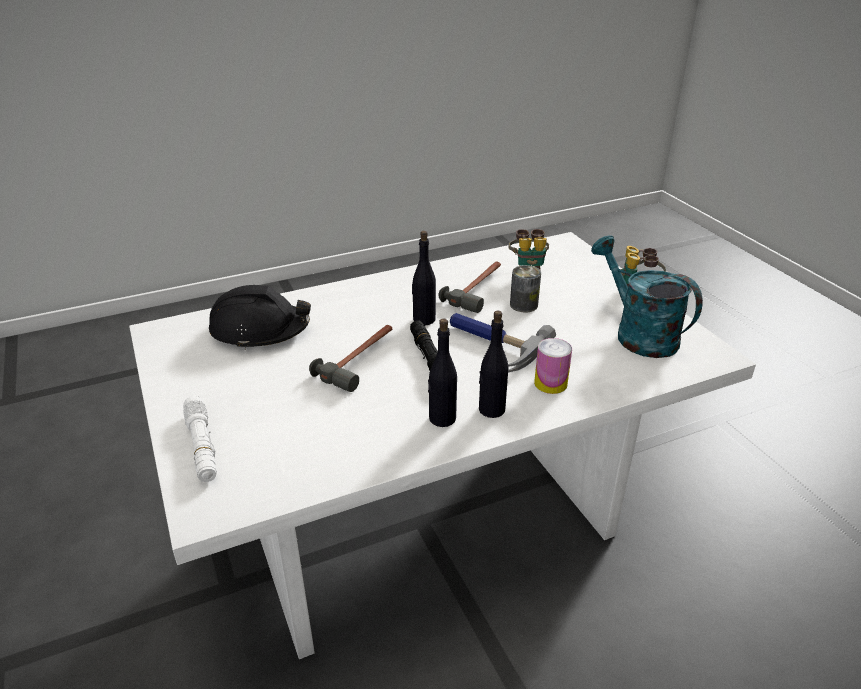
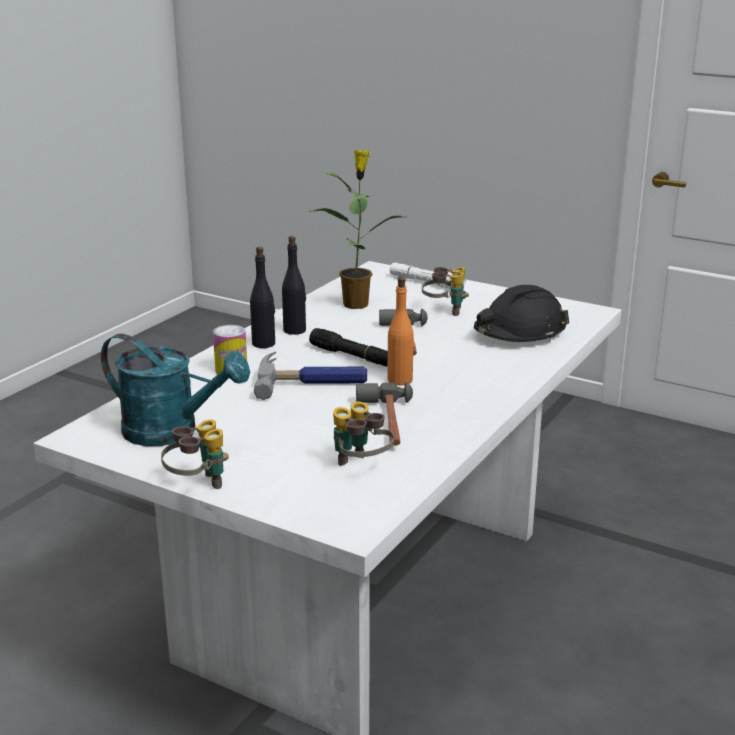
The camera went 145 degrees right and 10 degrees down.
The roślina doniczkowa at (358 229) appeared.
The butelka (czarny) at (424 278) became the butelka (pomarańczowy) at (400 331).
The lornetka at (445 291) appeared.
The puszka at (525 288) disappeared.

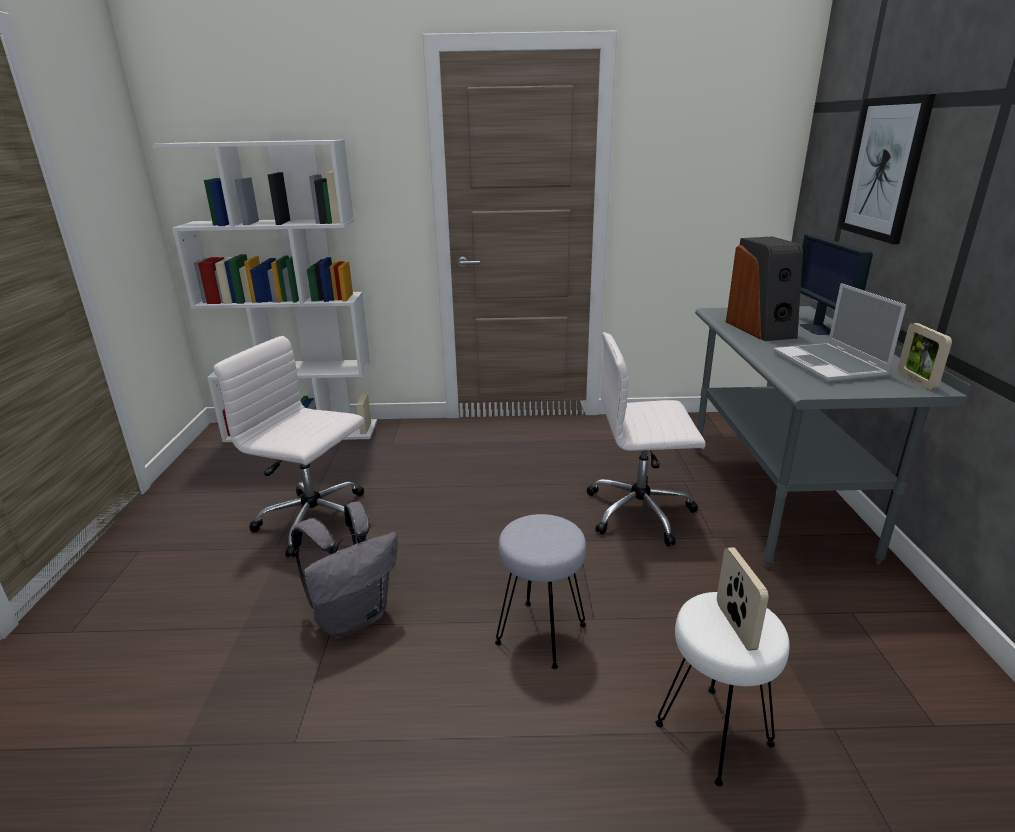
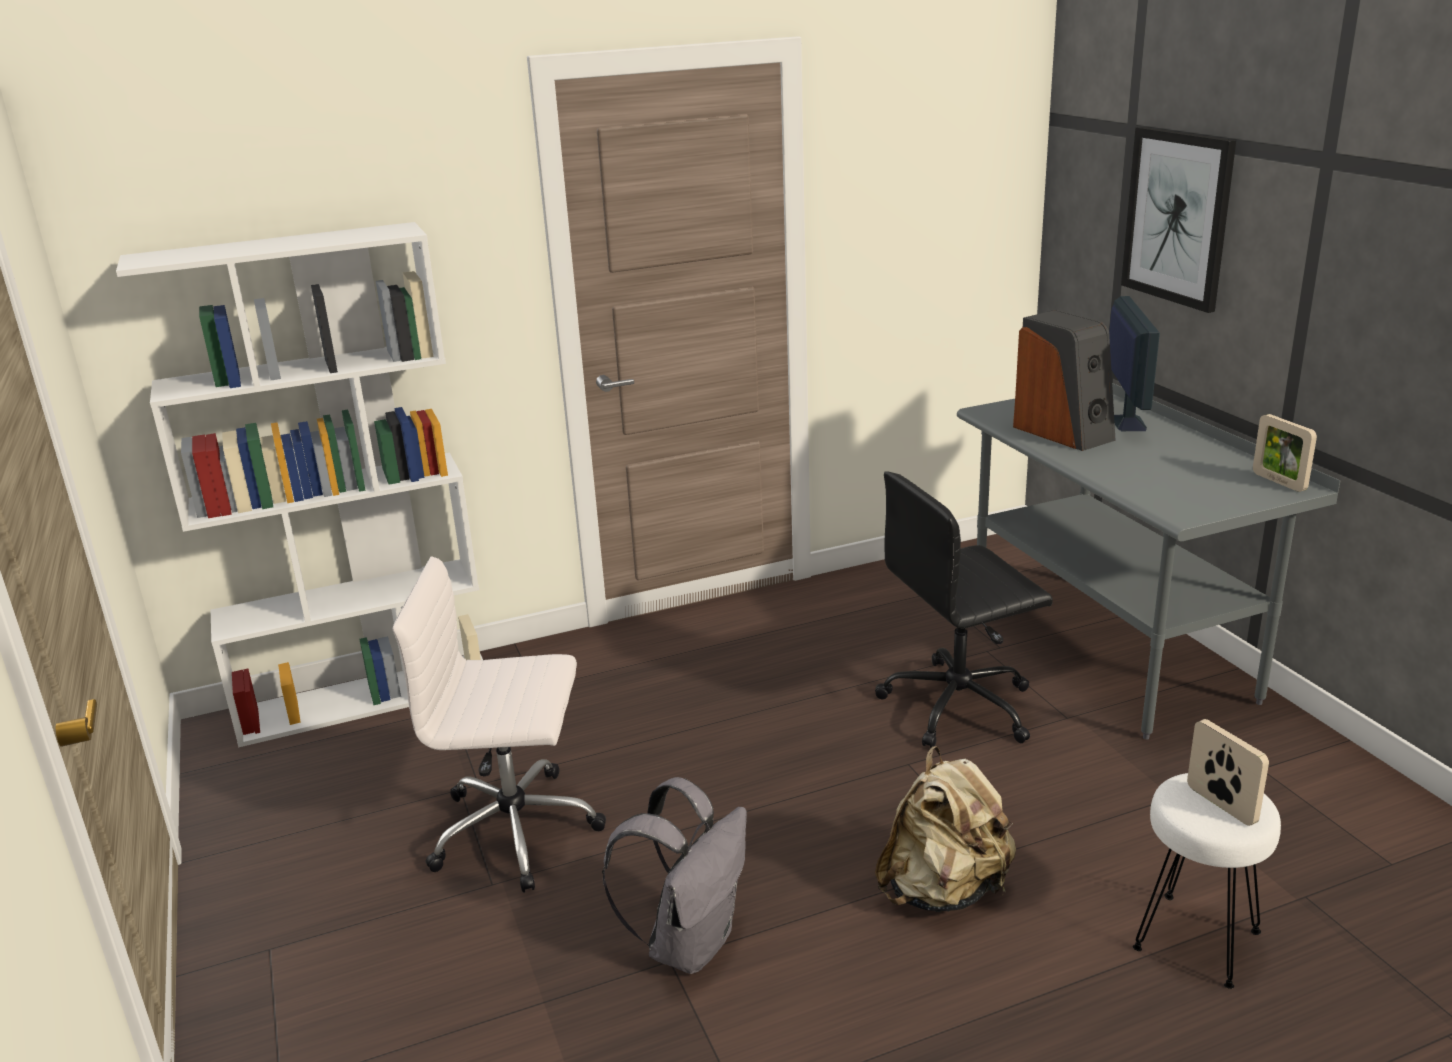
The camera went 20 degrees left and 0 degrees up.
The krzesło biurowe (biały) at (646 439) became the krzesło biurowe (czarny) at (964 609).
The stołek (szary) at (540 591) was replaced by the plecak (beżowy) at (945 829).
The monitor at (836 284) turned 150 degrees counterclockwise.
The laptop at (839 332) disappeared.

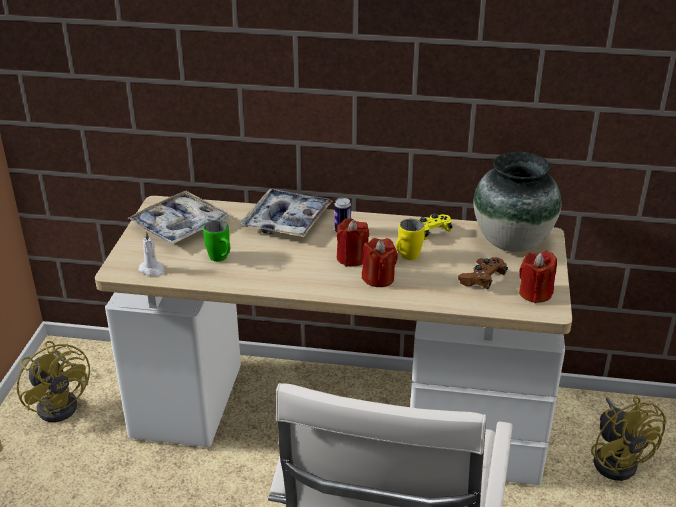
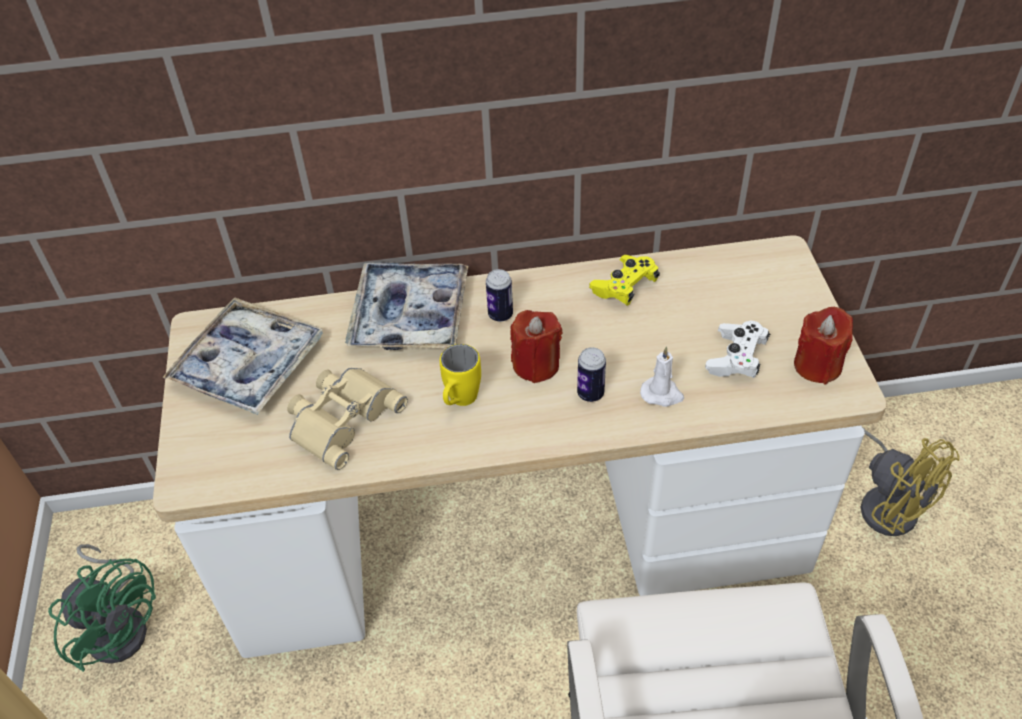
The camera went 15 degrees left and 15 degrees up.
The wentylator (żółty) at (53 381) became the wentylator (zielony) at (102 608).
The kubek (zielony) at (216 241) was replaced by the lornetka (beżowy) at (347 419).
The kubek (żółty) moved from (410 239) to (460 375).
The świeca (czerwony) at (380 262) was replaced by the puszka at (591 374).
The świeca (biały) moved from (151 253) to (662 376).
The pad do gier (brązowy) at (483 273) became the pad do gier (biały) at (737 349).
The wazon at (517 202) disappeared.

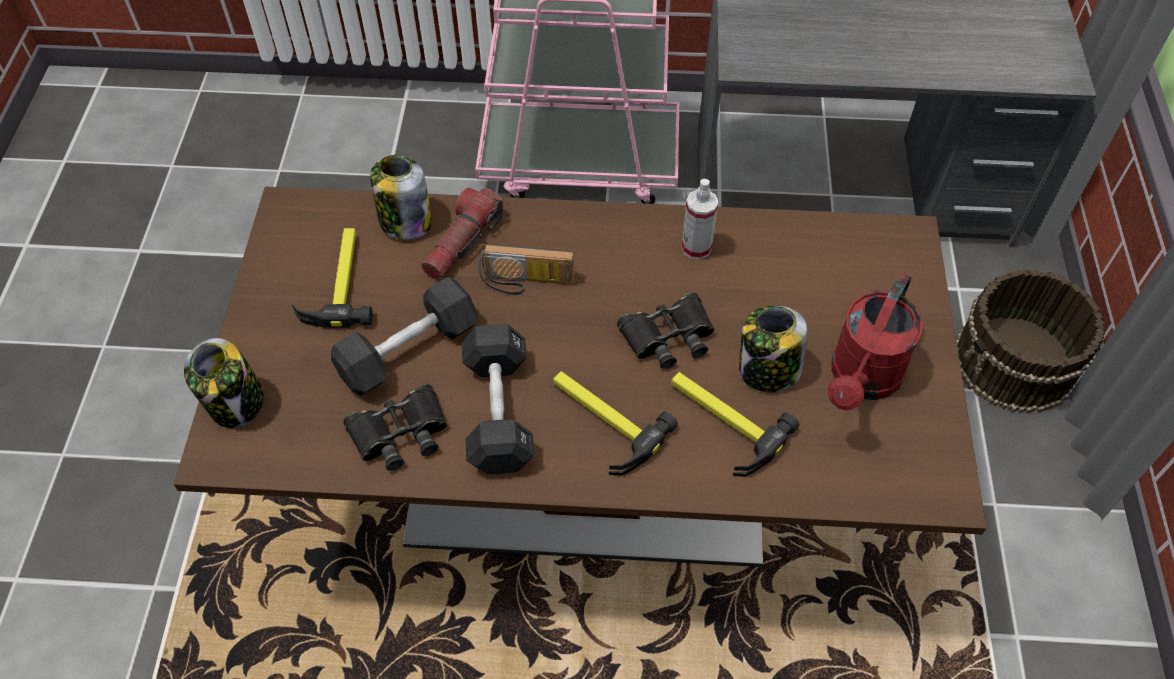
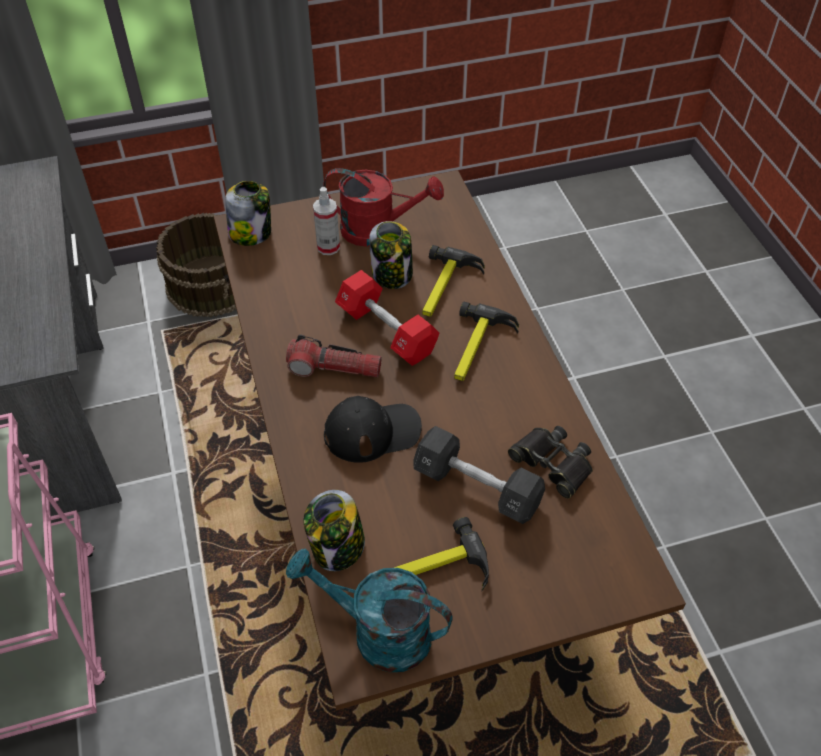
The camera went 110 degrees left and 5 degrees down.
The słoik moved from (224 383) to (248 213).
The latarka moved from (462 234) to (334 356).
The konewka (turkusowy) at (369 610) appeared.
The spryskiwacz moved from (700 219) to (326 221).
The radio at (526 269) was replaced by the czapka z daszkiem (czarny) at (373 429).
The lornetka (czarny) at (665 330) was replaced by the hantel (czerwony) at (387 318).
The hantel (czarny) at (498 399) disappeared.

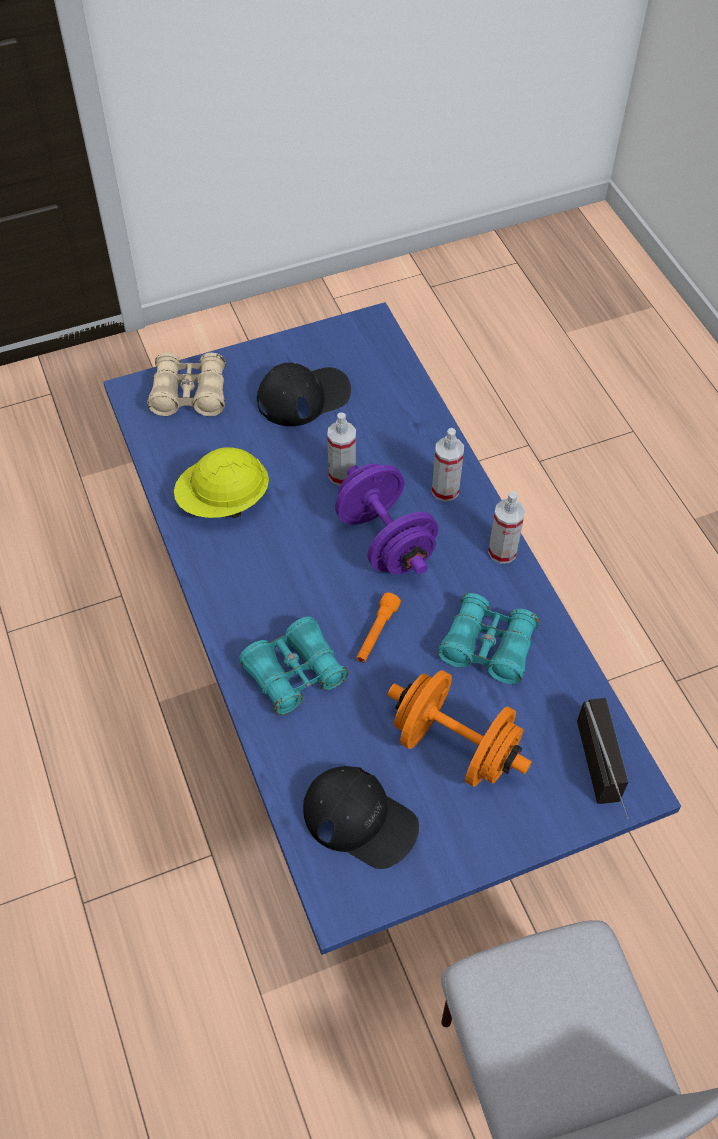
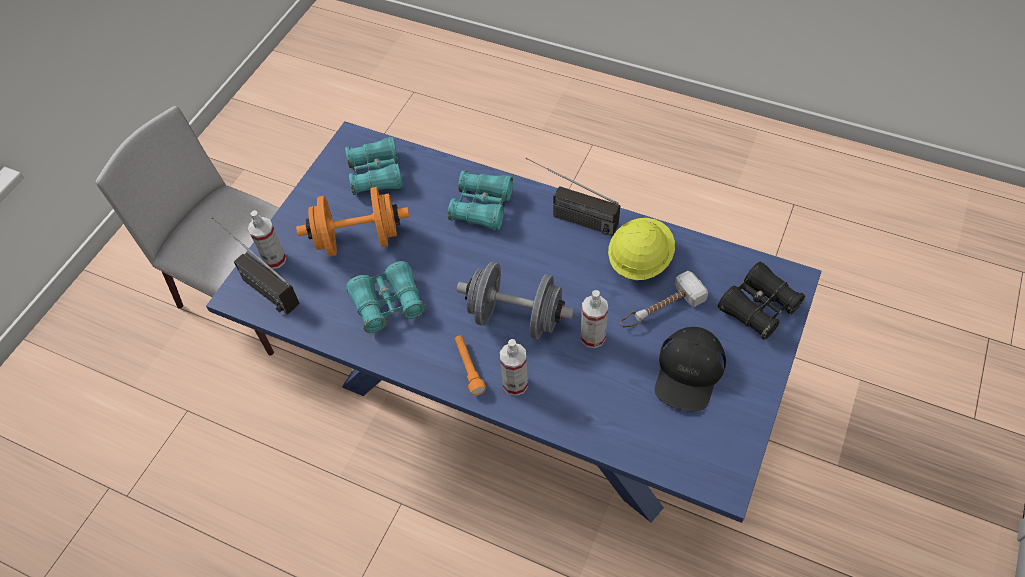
The camera went 140 degrees right and 0 degrees up.
The spryskiwacz moved from (506 527) to (267 239).
The czapka z daszkiem (czarny) at (361 817) was replaced by the lornetka (turkusowy) at (374 166).
The latarka (pomarańczowy) moved from (378 628) to (470 365).
The hantel (fioletowy) at (386 519) became the hantel (szary) at (515 300).
The radio at (573 197) appeared.
The młotek at (664 299) appeared.
The lornetka (beżowy) at (186 384) became the lornetka (czarny) at (762 300).

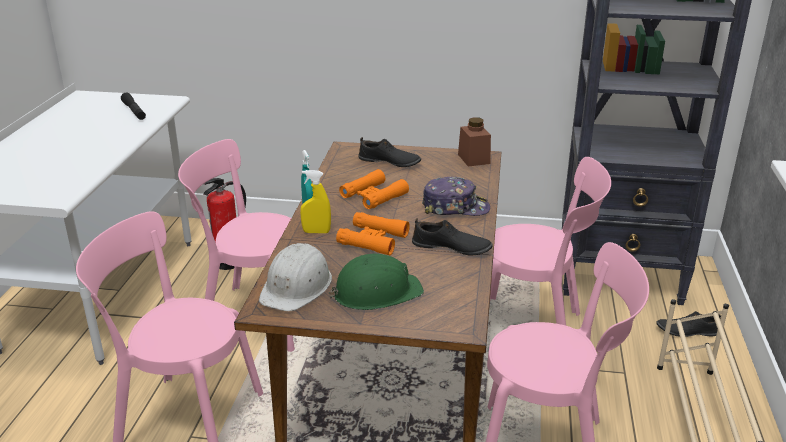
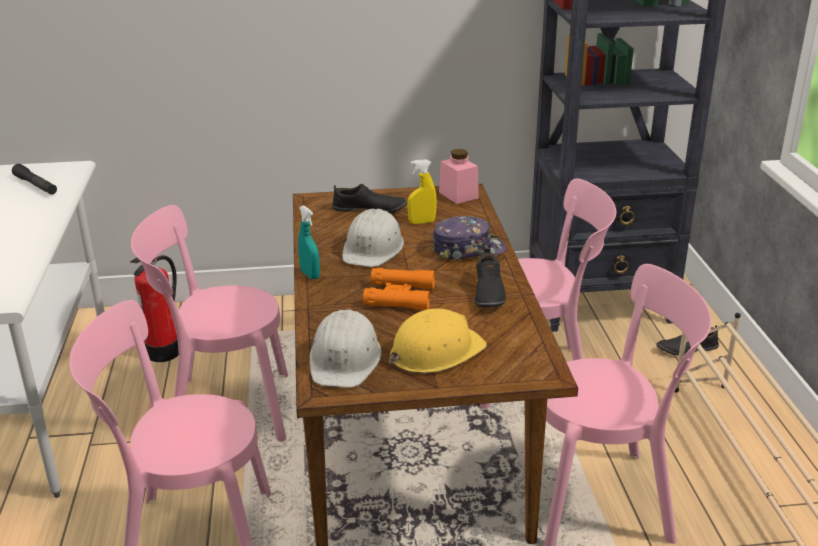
The camera went 15 degrees left and 0 degrees up.
The lornetka (pomarańczowy) at (374 189) was replaced by the kask (biały) at (373 237).
The kask (zielony) at (376 282) became the kask (żółty) at (438 341).
The spryskiwacz (żółty) moved from (315 201) to (422 191).
The słoik (brązowy) at (474 142) became the słoik (różowy) at (459 176).
The but (czarny) at (452 237) turned 90 degrees clockwise.

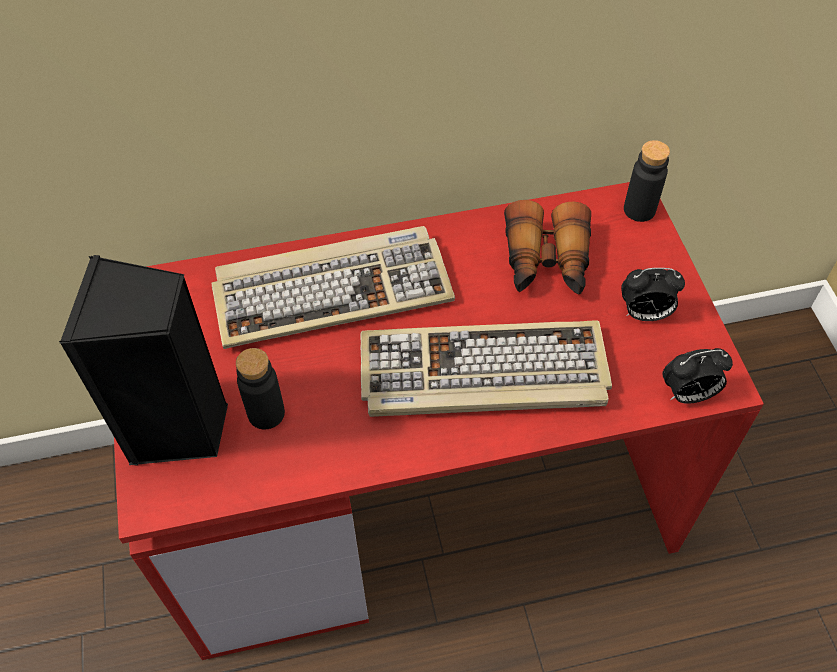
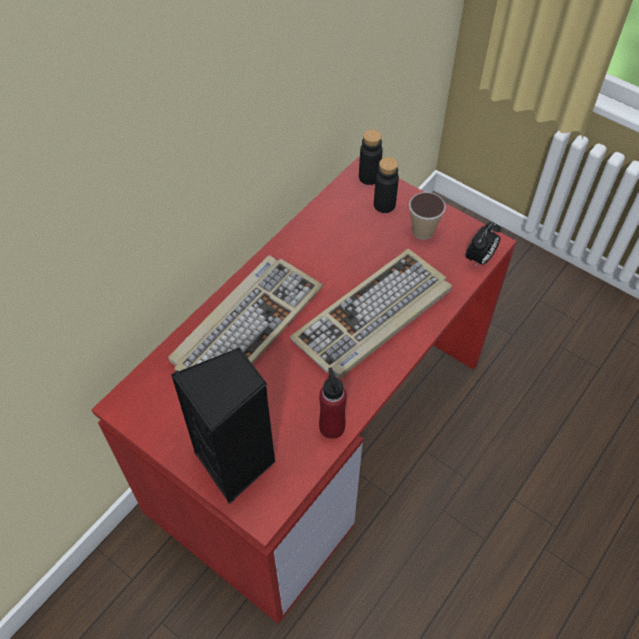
The camera went 40 degrees left and 0 degrees up.
The butelka (czerwony) at (333 403) appeared.
The butelka (czarny) moved from (260 389) to (386 185).
The budzik at (653 294) was replaced by the filiżanka at (427 216).
The lornetka at (547 247) disappeared.

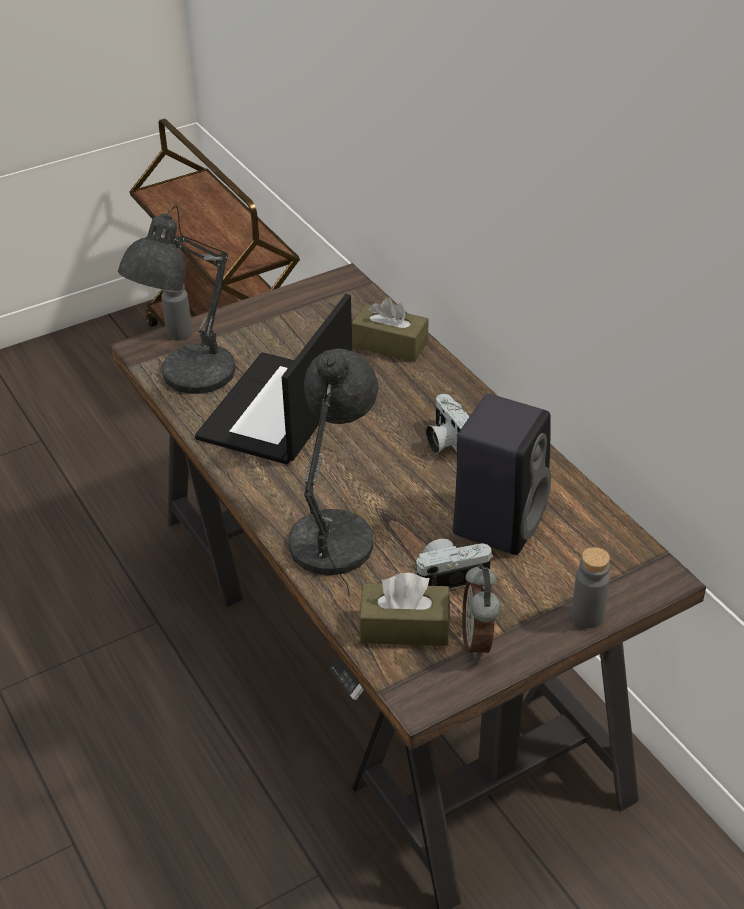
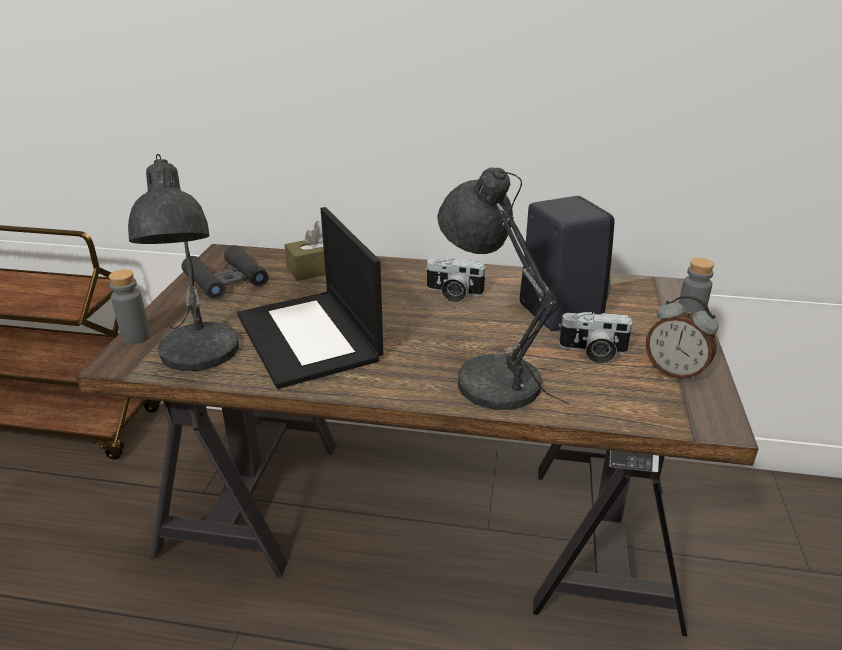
The camera went 50 degrees left and 10 degrees down.
The lornetka (czarny) at (225 272) appeared.
The aparat fotograficzny at (453 564) turned 105 degrees counterclockwise.
The pudełko chusteczek (brązowy) at (405 609) disappeared.

